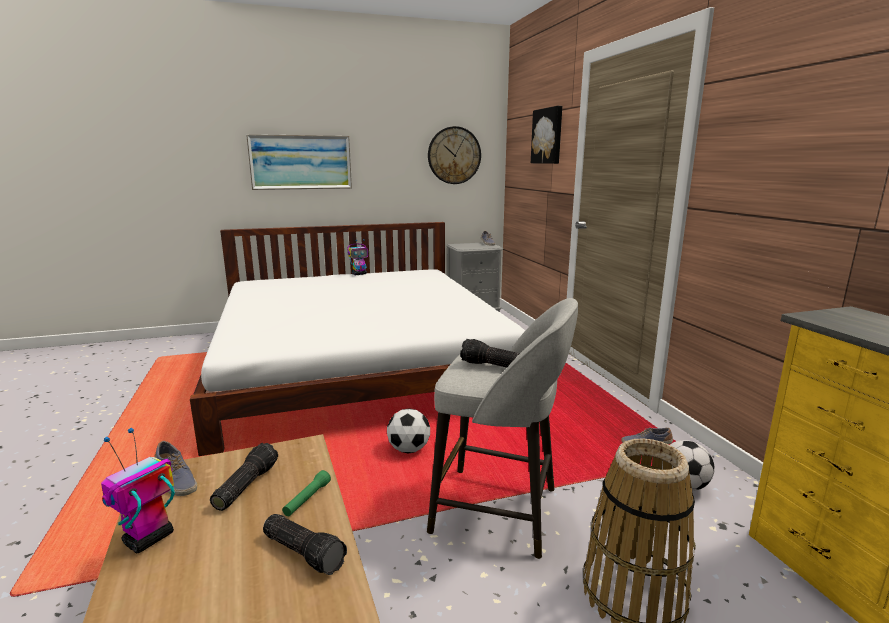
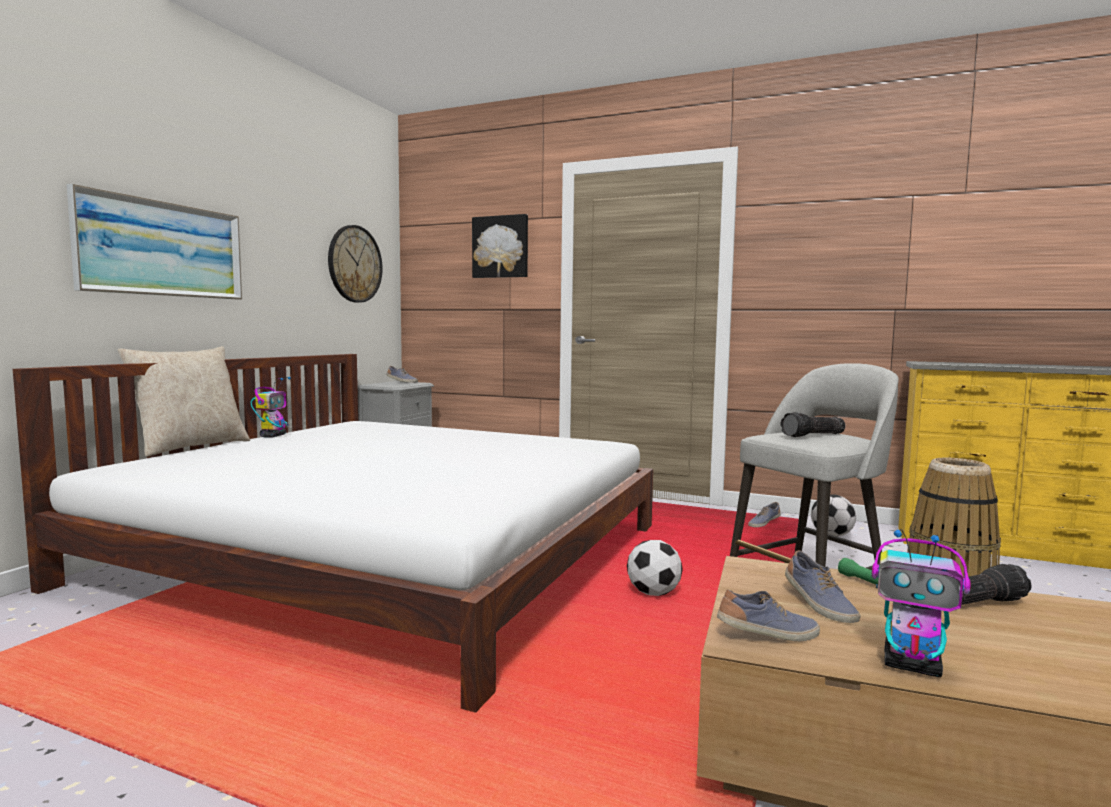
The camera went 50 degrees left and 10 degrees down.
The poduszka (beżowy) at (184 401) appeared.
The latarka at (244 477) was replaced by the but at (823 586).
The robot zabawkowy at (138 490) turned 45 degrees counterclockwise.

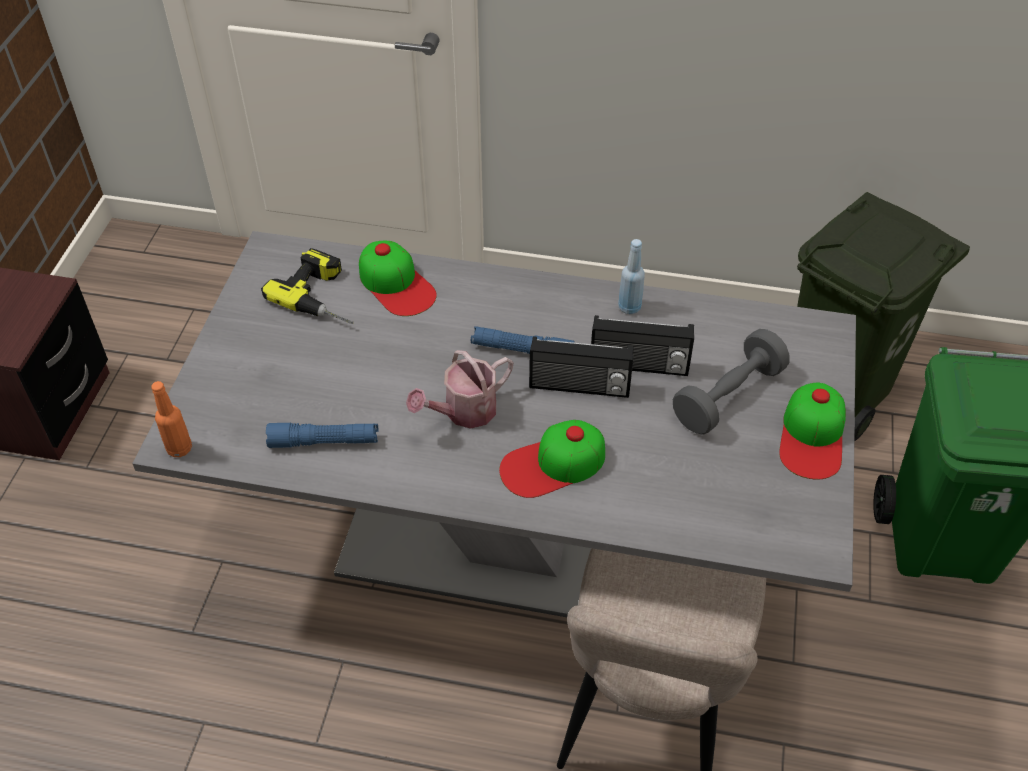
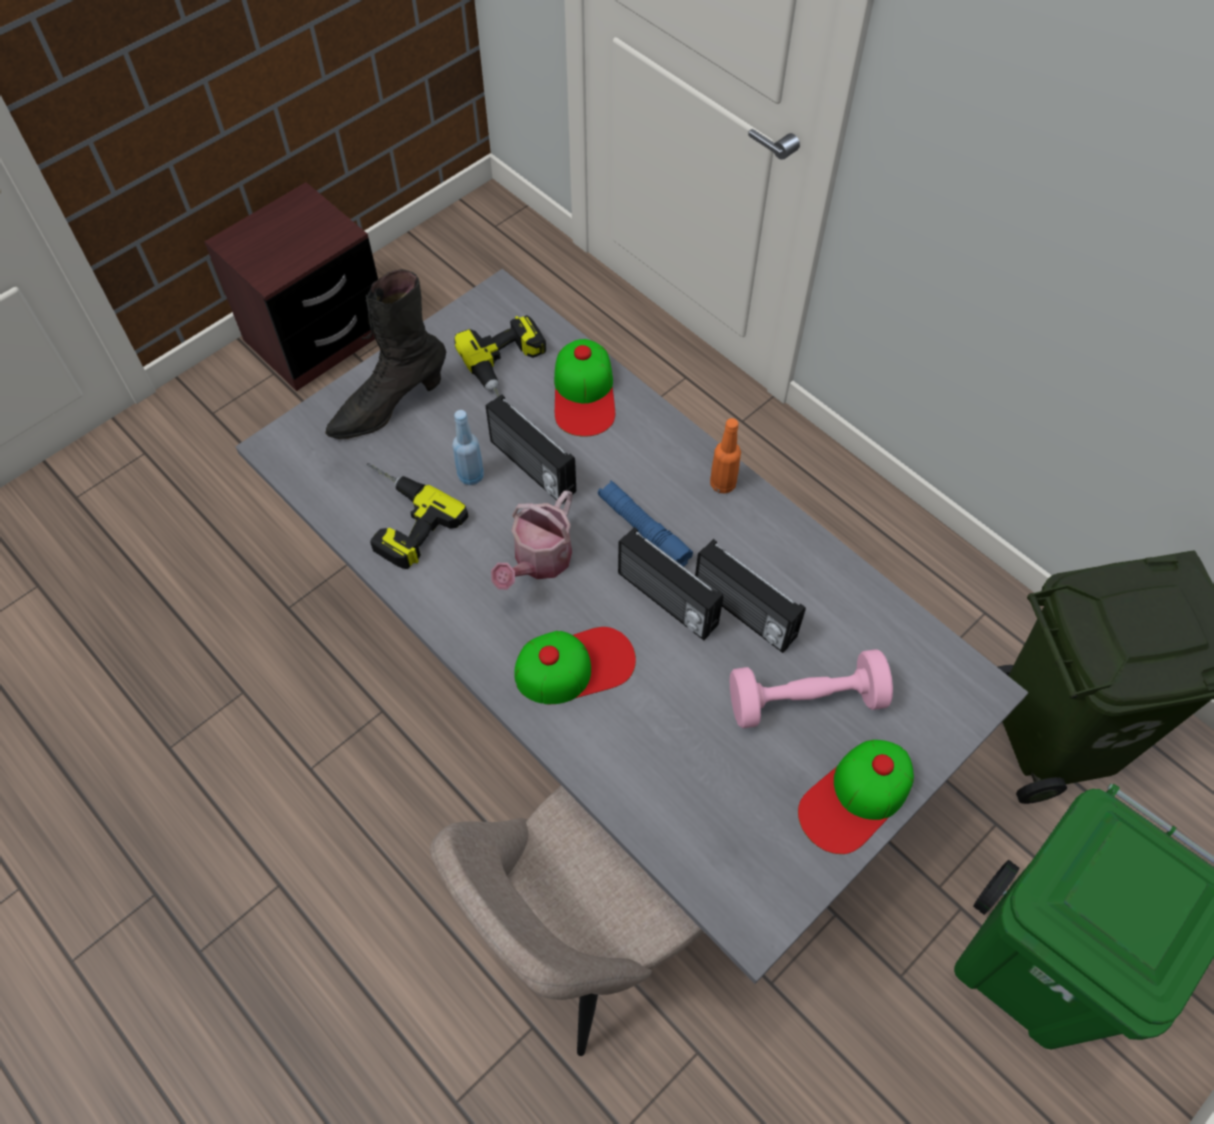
The camera went 35 degrees right and 10 degrees up.
The but z cholewką (czarny) at (385 354) appeared.
The latarka (niebieski) at (322 435) was replaced by the wiertarka at (418 516).
The butelka (niebieski) moved from (631 276) to (468 447).
The radio at (531 448) appeared.
The konewka at (459 389) turned 60 degrees counterclockwise.
The czapka z daszkiem at (552 459) turned 150 degrees clockwise.
The butelka (pomarańczowy) moved from (171 419) to (725 455).
The hantel (szary) at (731 382) became the hantel (różowy) at (811 688).

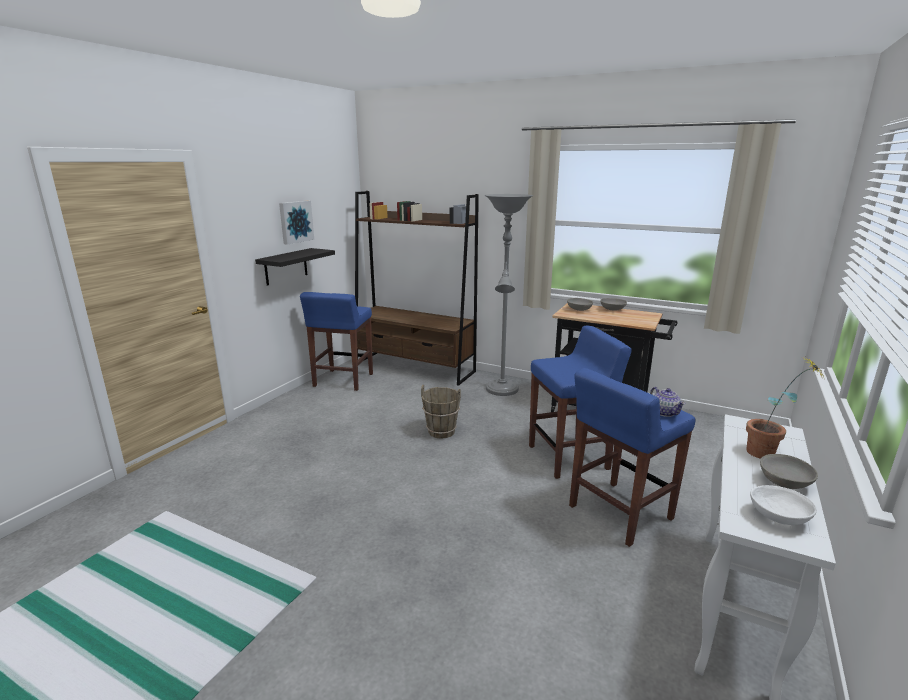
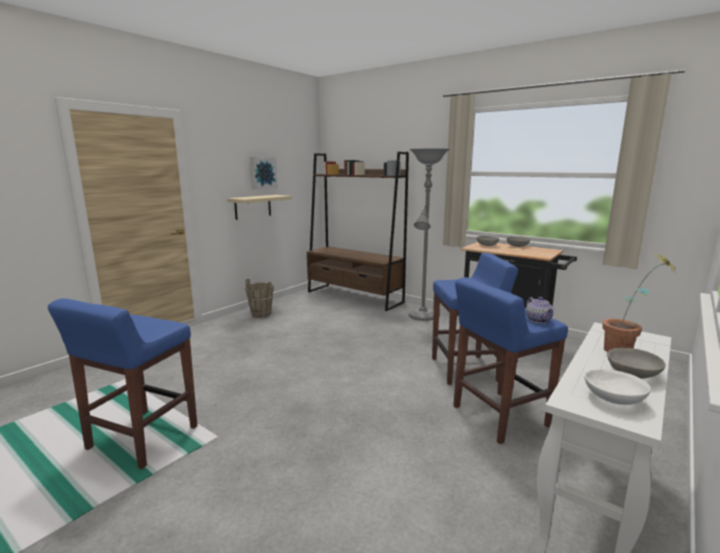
The camera went 10 degrees right and 5 degrees down.
The stołek (niebieski) moved from (336 341) to (122 383).
The półka (czarny) at (295 267) became the półka (beżowy) at (259 207).
The wiadro (brązowy) moved from (441 412) to (259 298).

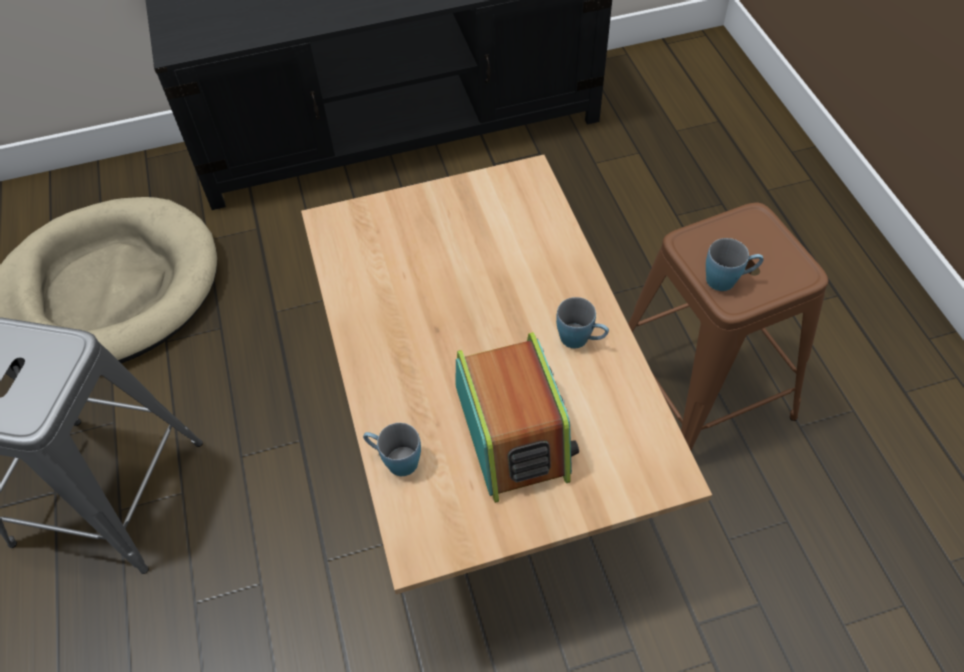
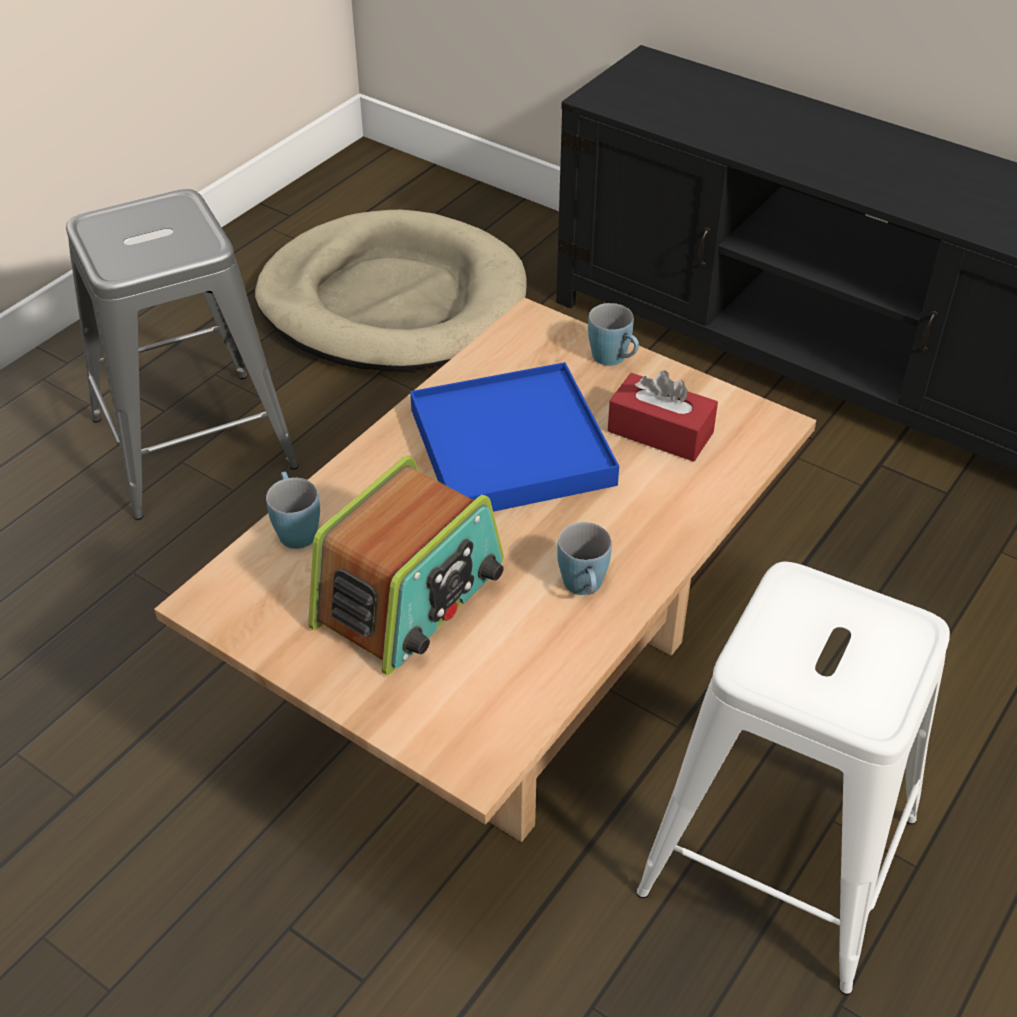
The camera went 50 degrees right and 10 degrees down.
The taca (niebieski) at (514 437) appeared.
The kubek (niebieski) moved from (735 264) to (613 334).
The pudełko chusteczek (czerwony) at (663 416) appeared.
The stołek (brązowy) at (728 326) became the stołek (biały) at (793 778).

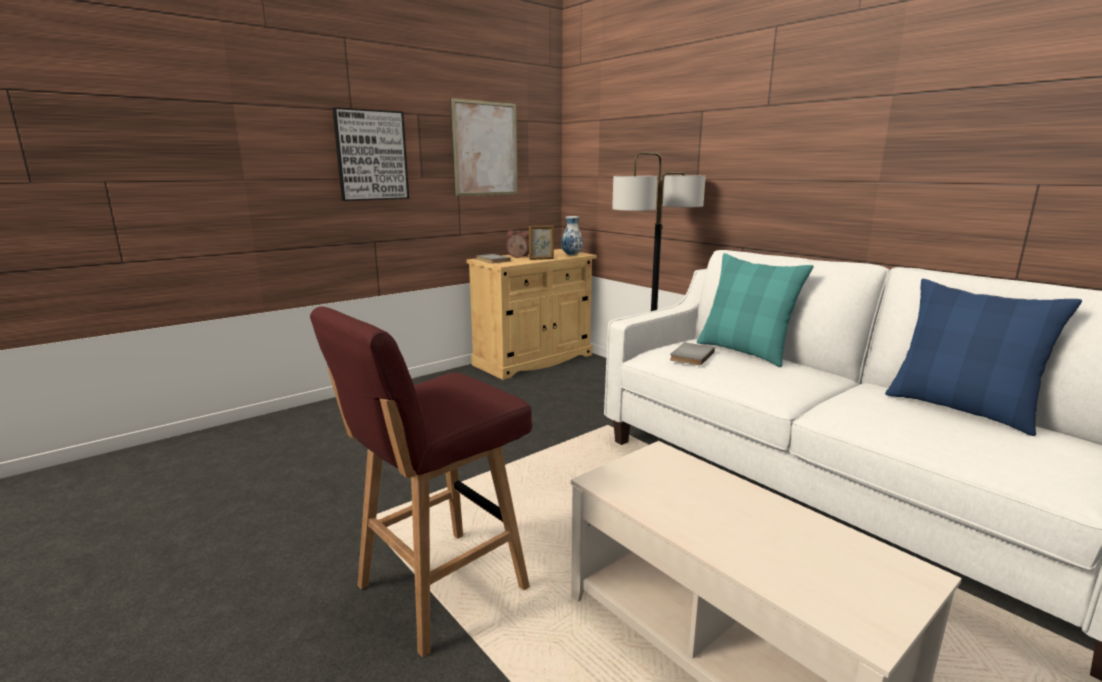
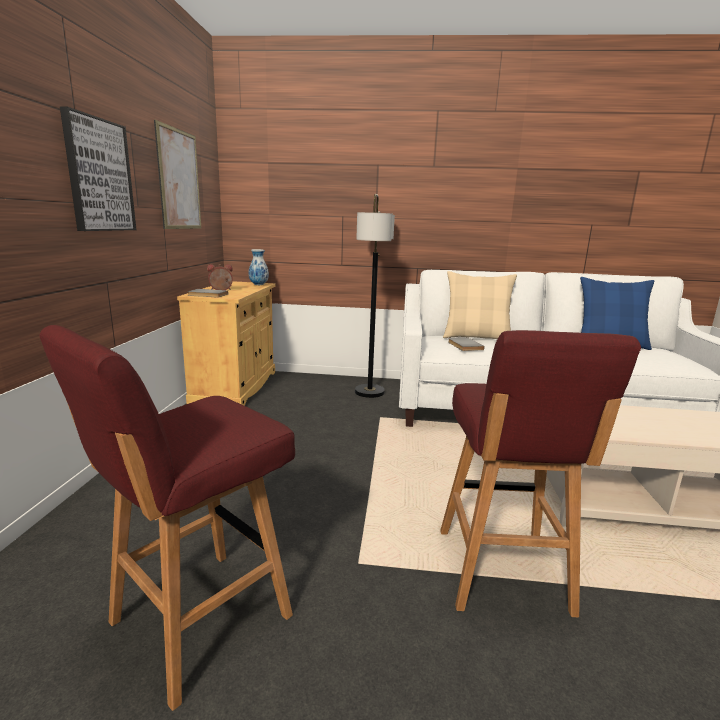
The camera went 45 degrees left and 0 degrees up.
The stołek (czerwony) at (167 518) appeared.
The poduszka (turkusowy) at (755 310) became the poduszka (beżowy) at (480 305).
The ramka na zdjęcie at (541 242) disappeared.

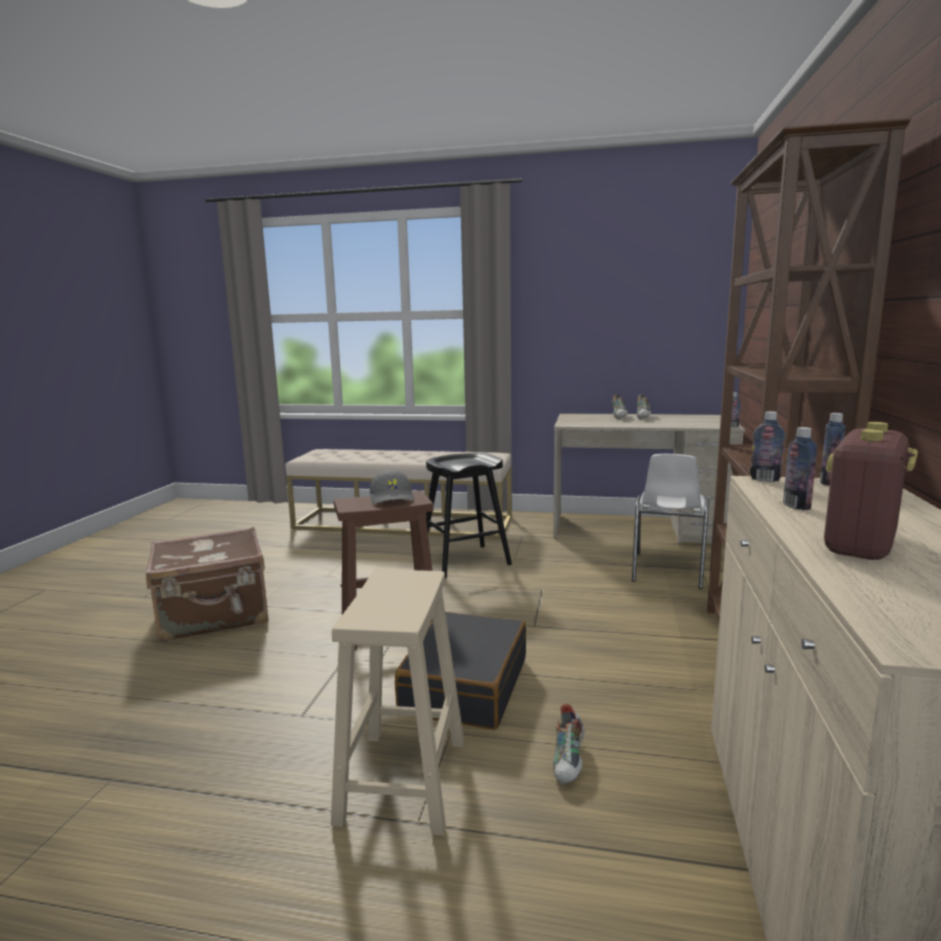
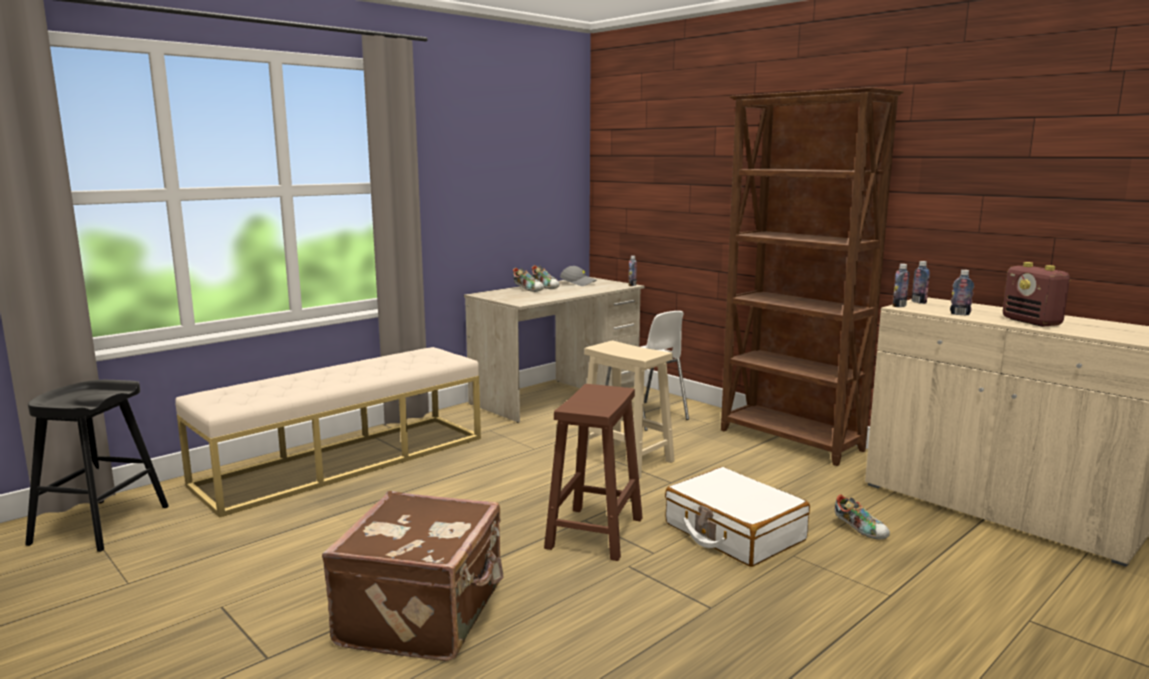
The camera went 55 degrees left and 0 degrees up.
The stołek (czarny) moved from (469 516) to (97 466).
The czapka z daszkiem (szary) moved from (392 487) to (578 276).
The stołek (beżowy) moved from (397 702) to (629 409).
The walizka (czarny) at (460 671) became the walizka (biały) at (737 517).

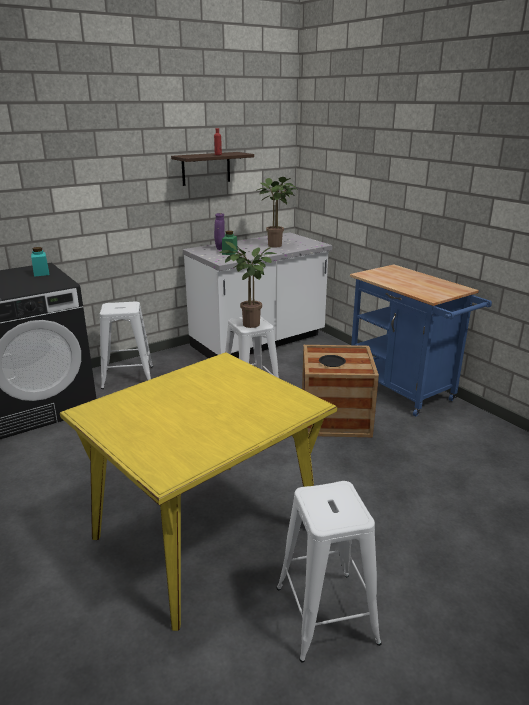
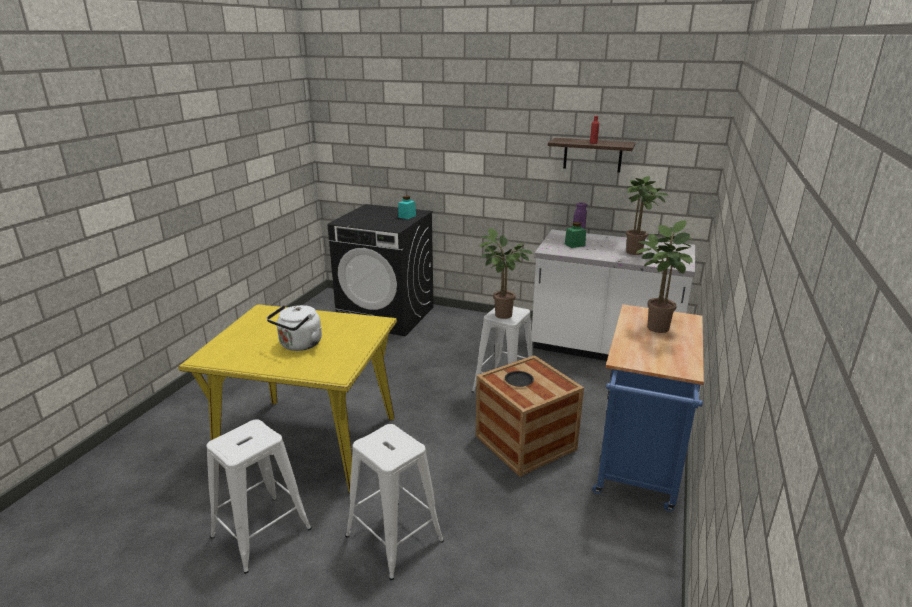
The camera went 55 degrees right and 0 degrees up.
The czajnik (biały) at (294 328) appeared.
The stołek (biały) moved from (126 345) to (394 502).
The roślina doniczkowa at (664 276) appeared.

